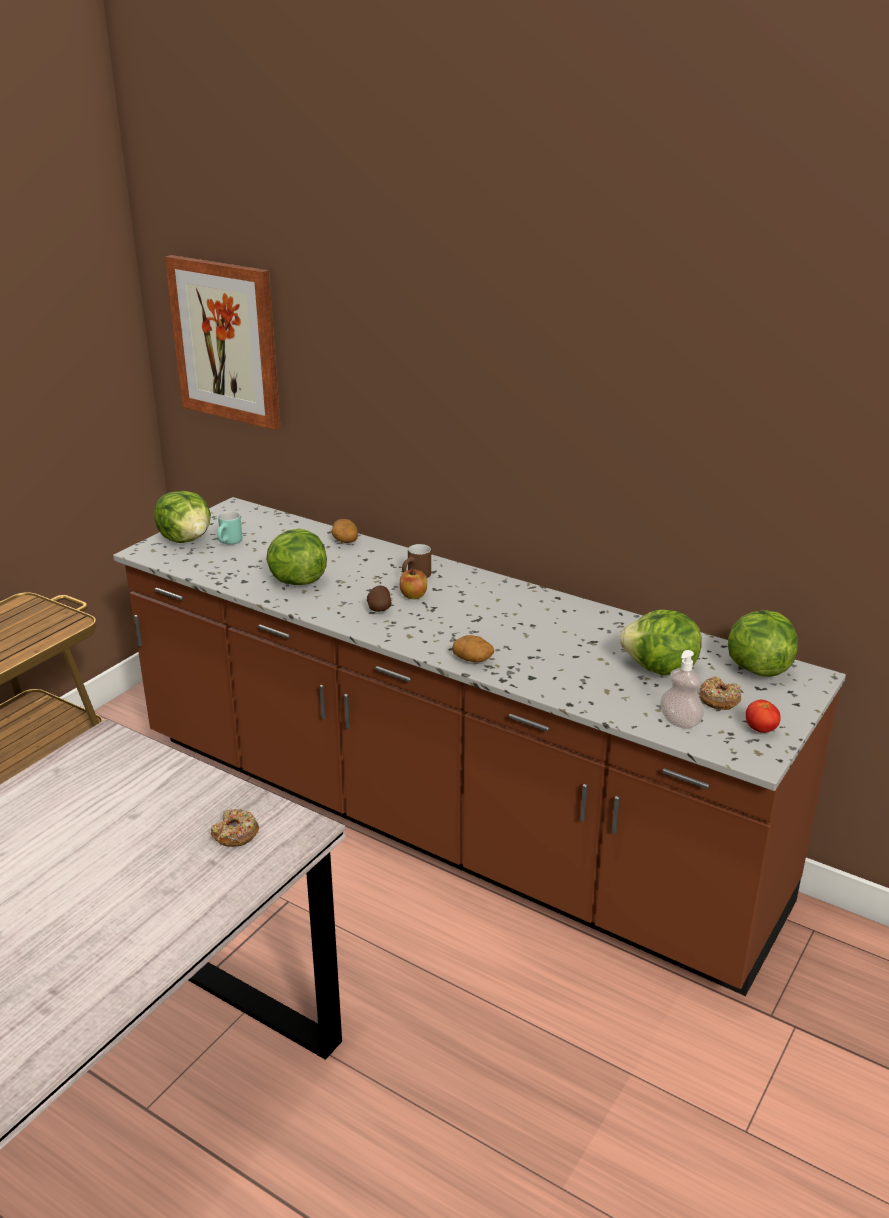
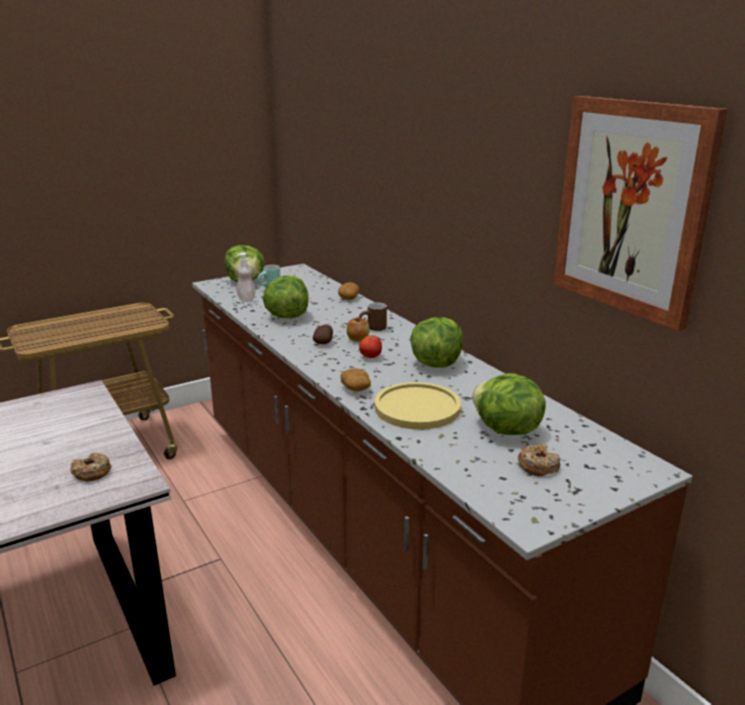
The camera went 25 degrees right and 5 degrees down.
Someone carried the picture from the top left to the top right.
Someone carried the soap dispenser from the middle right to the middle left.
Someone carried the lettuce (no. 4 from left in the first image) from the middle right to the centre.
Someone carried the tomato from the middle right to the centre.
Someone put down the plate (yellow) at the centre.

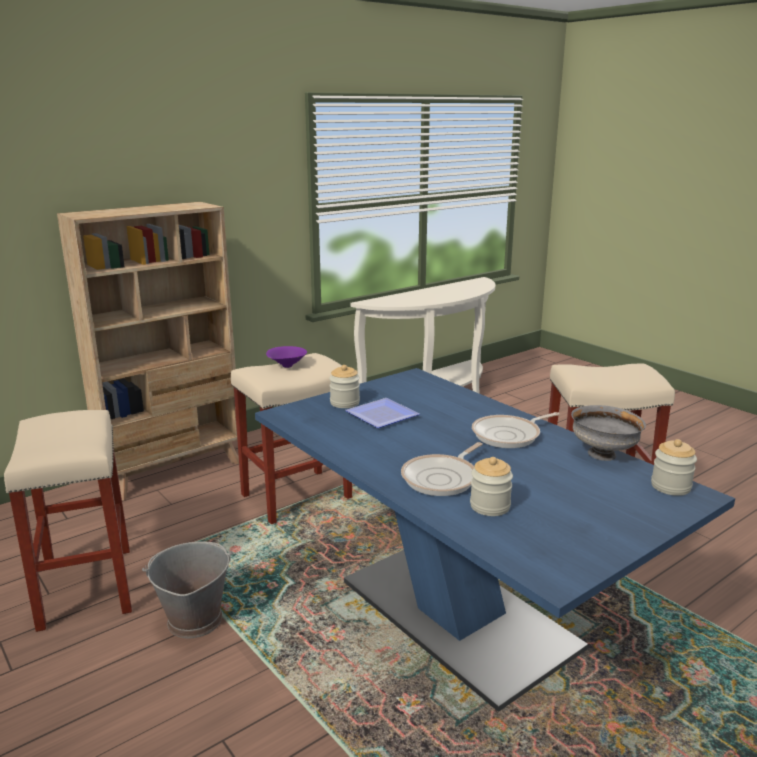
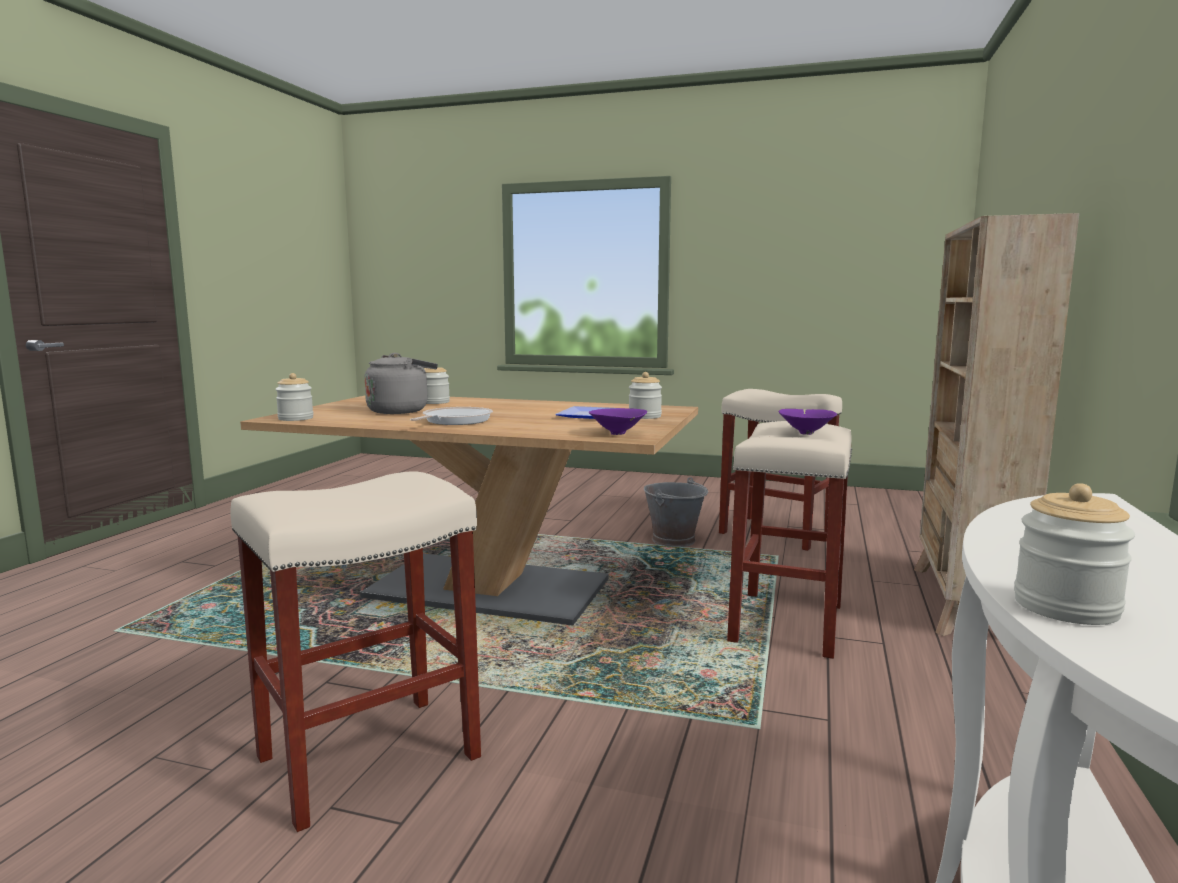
The camera went 145 degrees right and 10 degrees down.
Someone repainted the dining table (blue) at the bottom centre, which became the dining table (brown) at the centre.
Someone took away the frying pan (no. 1 from left) at the centre.
Someone took away the bowl (grey) at the middle right.
Someone put down the kettle (grey) at the centre.
Someone put down the bowl (purple) (no. 1 from left) at the centre.
Someone put down the jar (no. 4 from left) at the middle right.

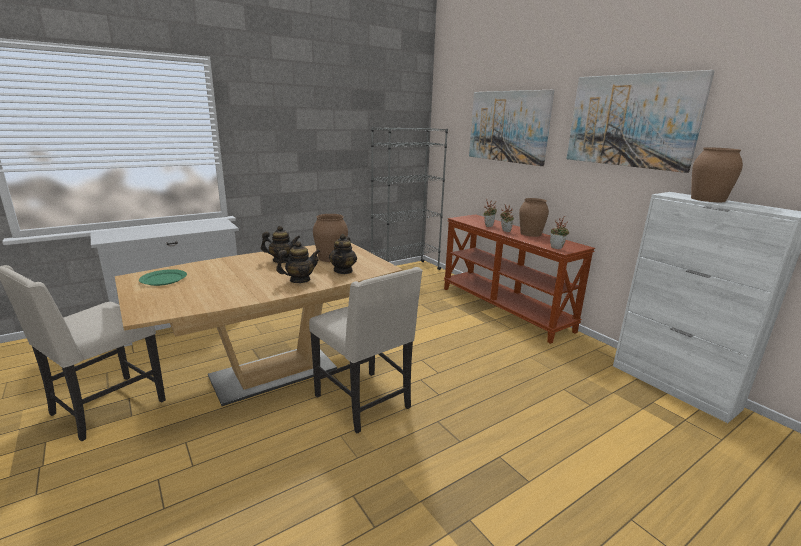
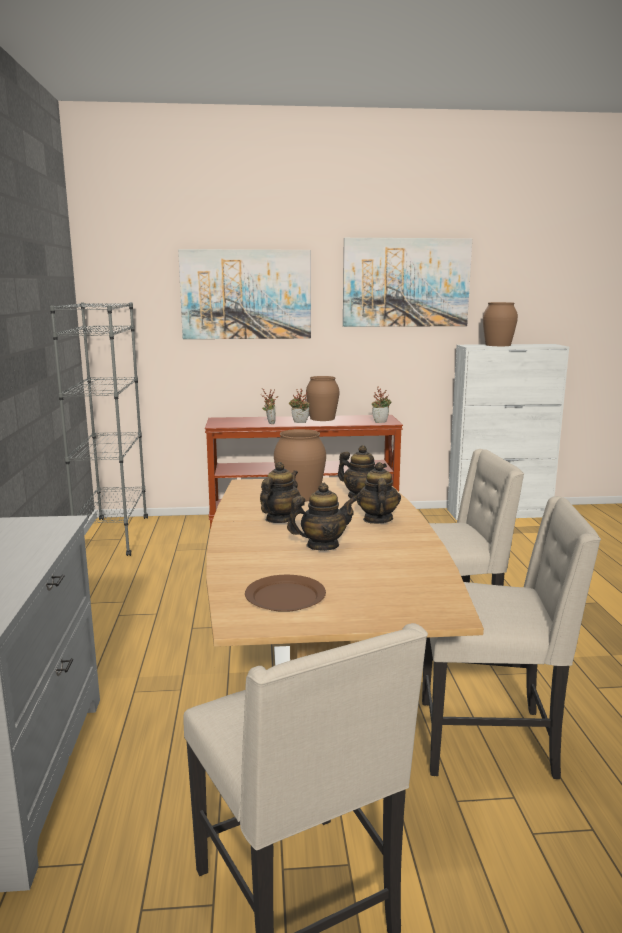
The camera went 60 degrees left and 5 degrees down.
Someone repainted the plate (green) at the middle left, which became the plate (brown) at the centre.
Someone put down the teapot (no. 2 from left) at the centre.
Someone put down the chair (beige) (no. 3 from left) at the bottom right.

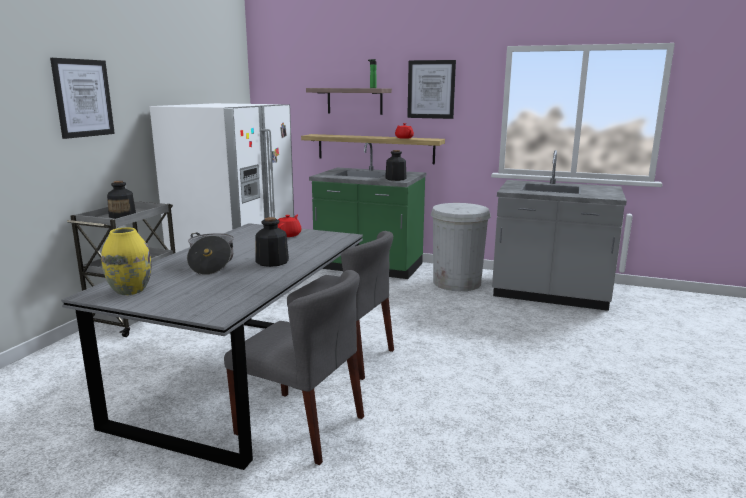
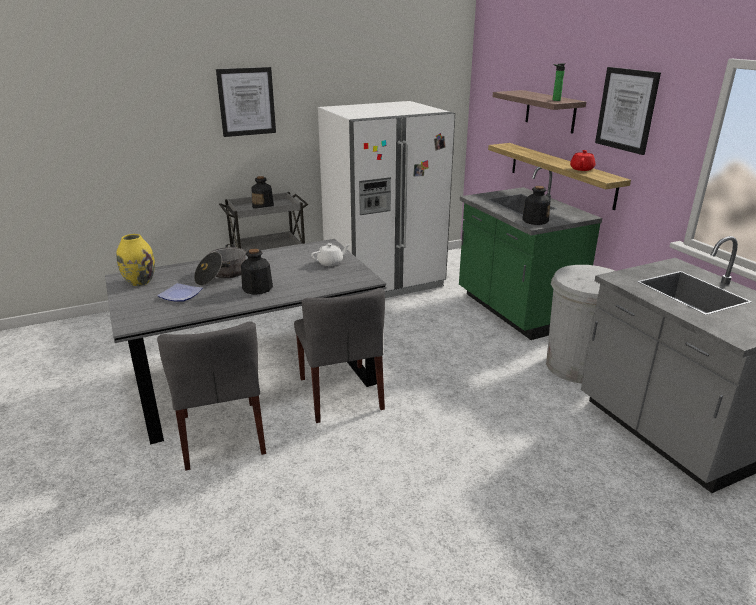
The camera went 45 degrees right and 10 degrees up.
Someone repainted the teapot (red) (no. 1 from left) at the centre, which became the teapot (white) at the centre.
Someone put down the plate at the middle left.

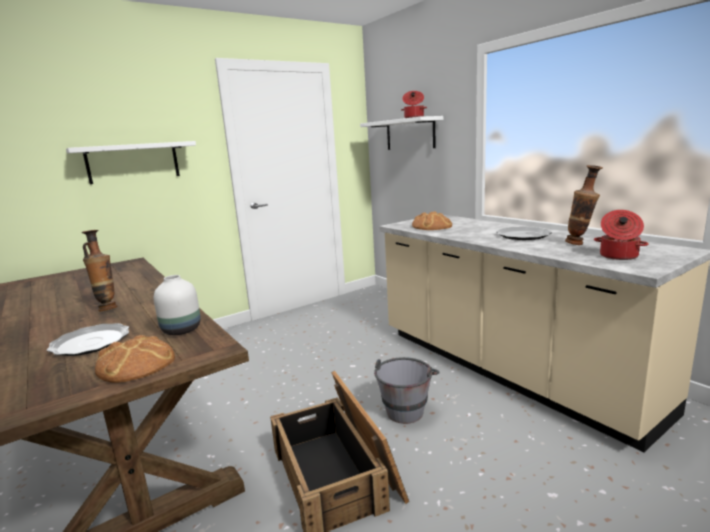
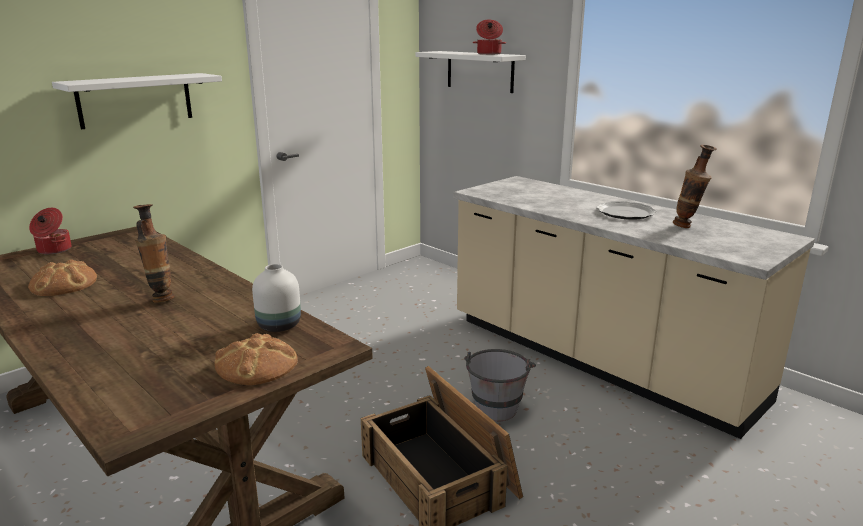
The camera went 10 degrees left and 5 degrees up.
Someone took away the plate (no. 1 from left) at the middle left.
Someone carried the bread (no. 2 from left in the first image) from the centre to the middle left.
Someone carried the cooking pot (no. 2 from left in the first image) from the middle right to the middle left.

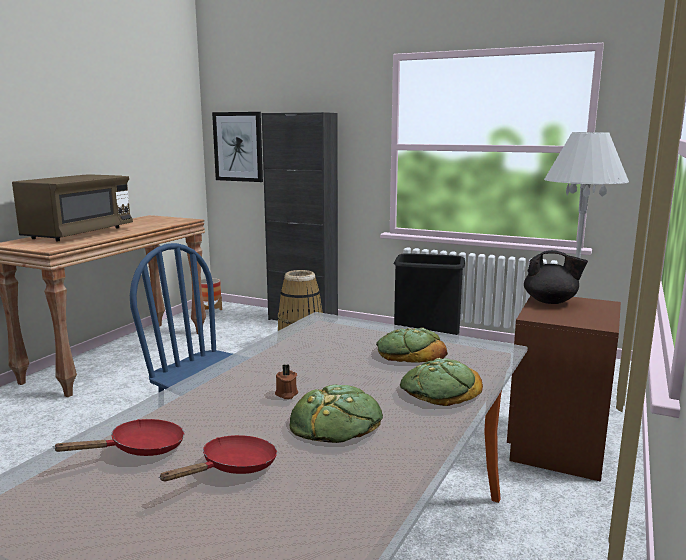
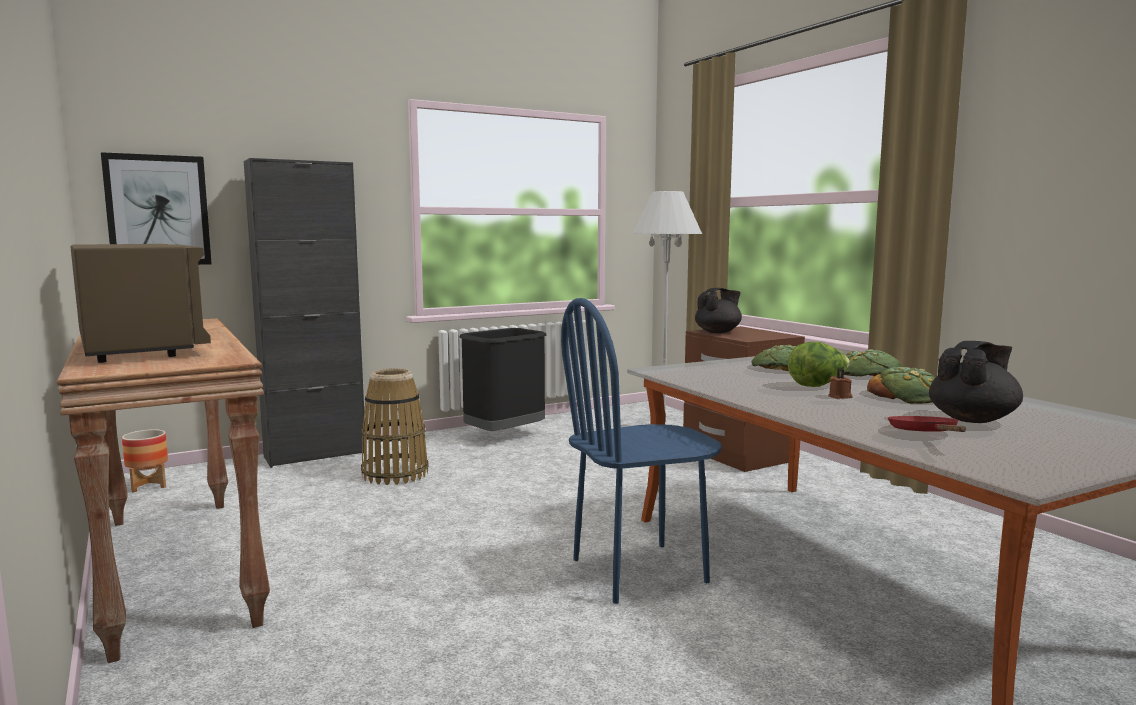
The camera went 55 degrees left and 5 degrees down.
Someone swapped the frying pan (red) (no. 2 from left) at the bottom left for the teapot (black) (no. 2 from left) at the middle right.
Someone put down the lettuce at the middle right.

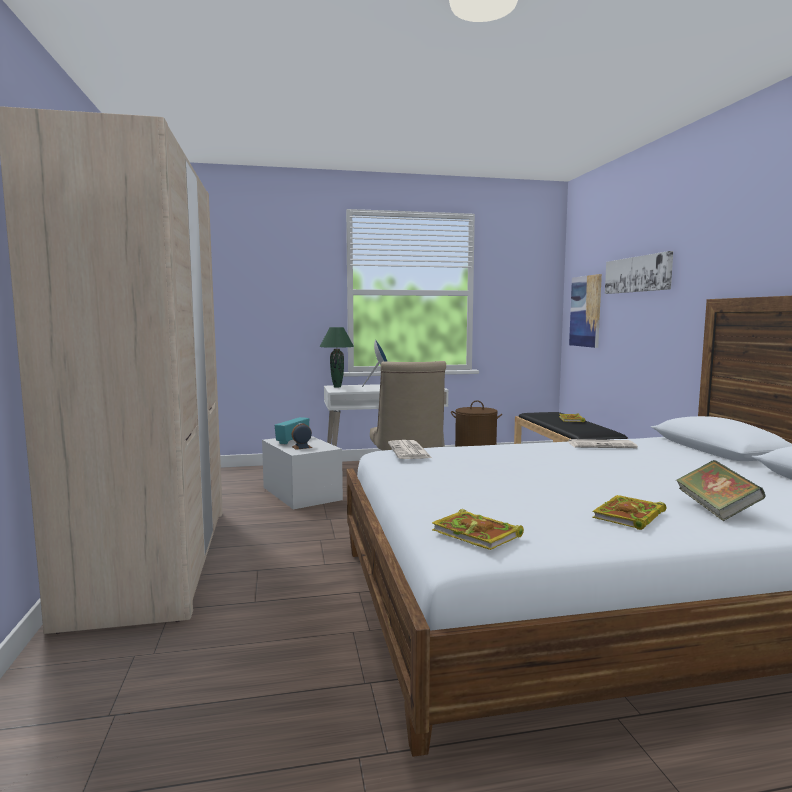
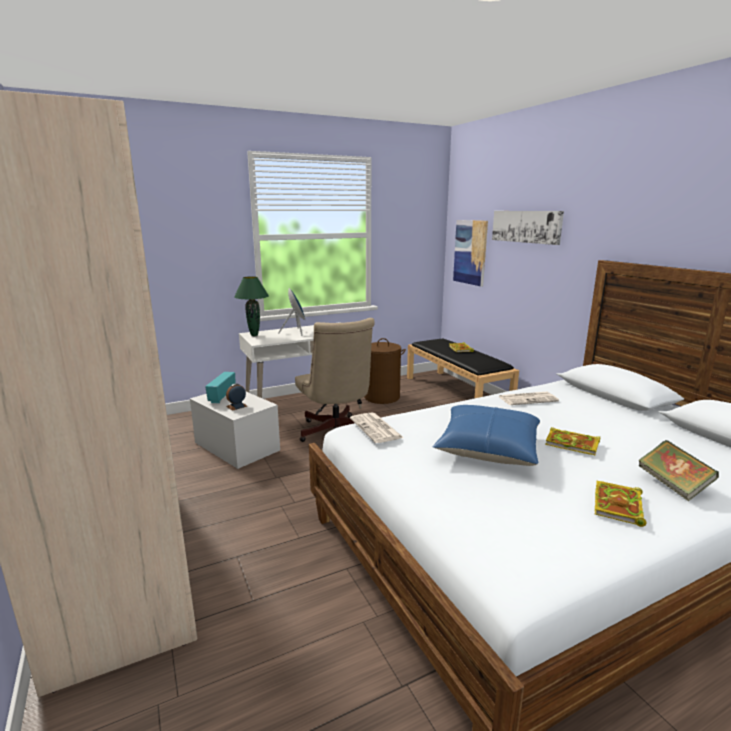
The camera went 15 degrees left and 10 degrees up.
Someone carried the book (no. 1 from left in the first image) from the bottom centre to the middle right.
Someone put down the pillow (blue) at the centre.

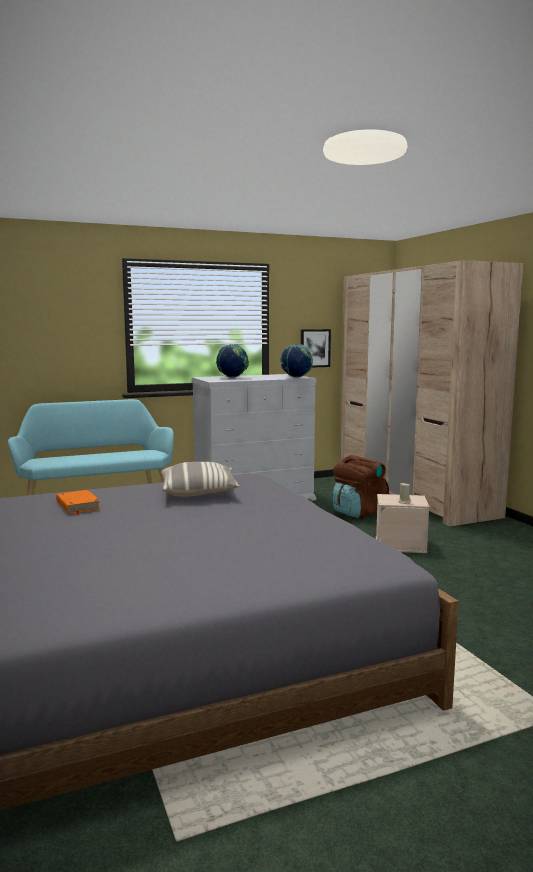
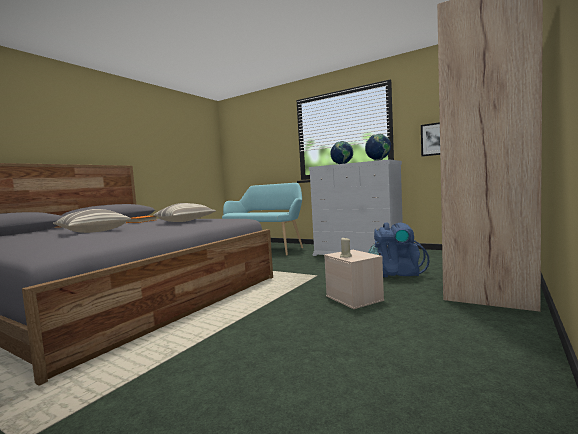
The camera went 55 degrees right and 5 degrees down.
Someone repainted the backpack (brown) at the middle right, which became the backpack (blue) at the middle right.
Someone put down the pillow (no. 1 from left) at the middle left.

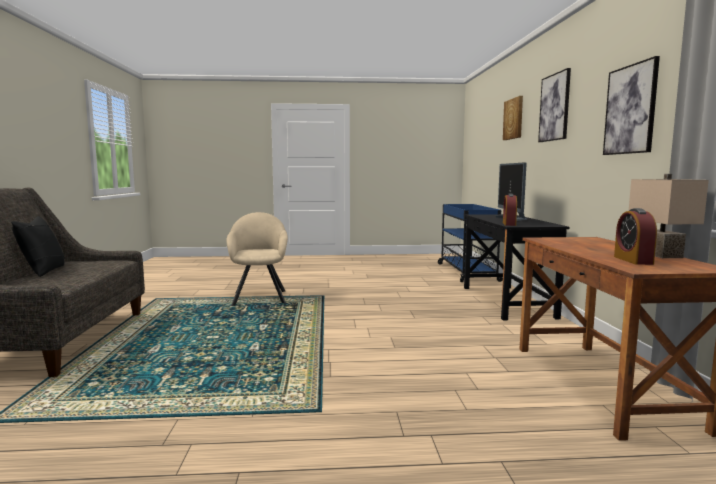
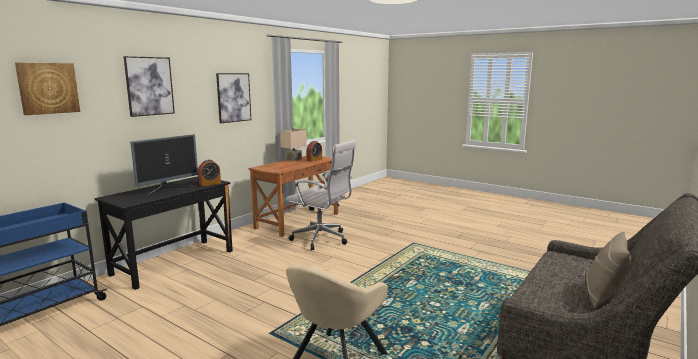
The camera went 140 degrees left and 5 degrees up.
Someone repainted the pillow (black) at the middle left, which became the pillow (beige) at the bottom right.
Someone put down the office chair (white) at the centre.

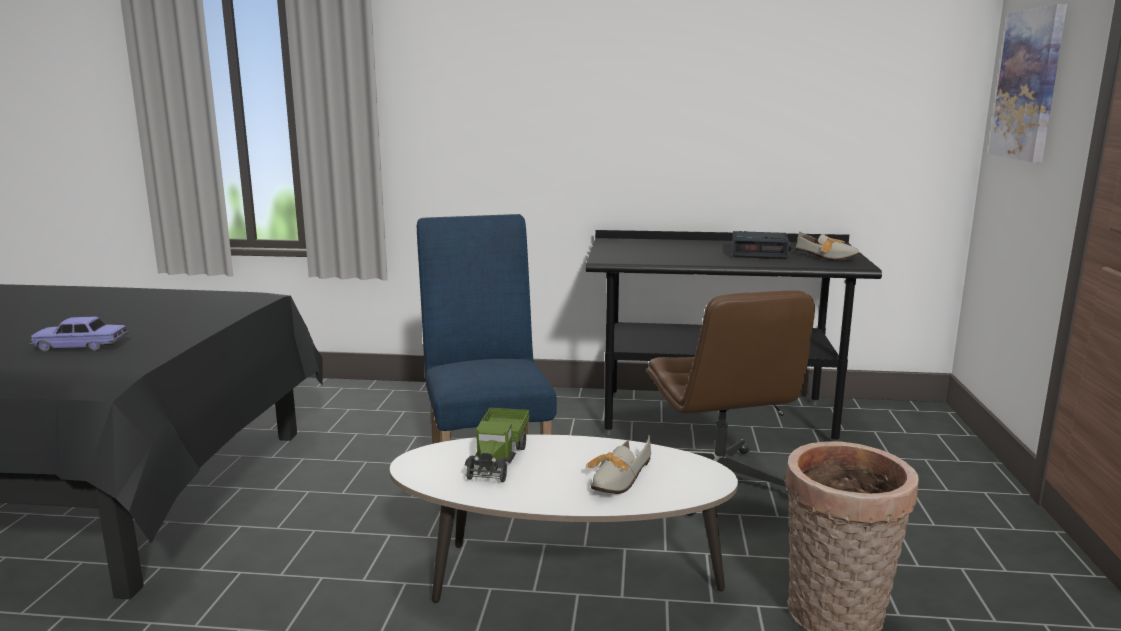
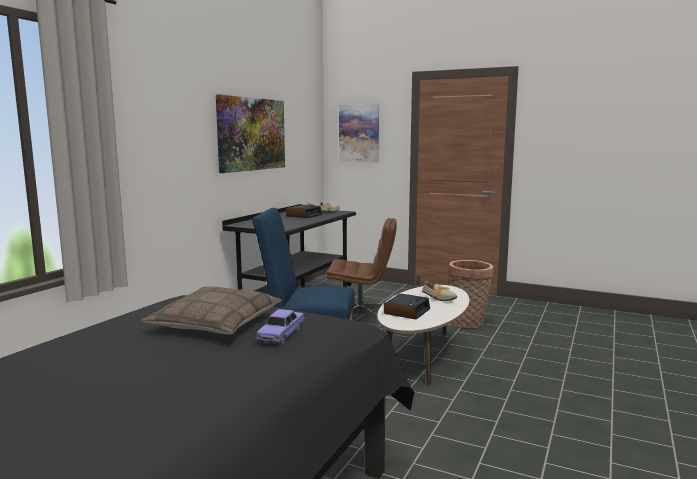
The camera went 70 degrees left and 5 degrees down.
Someone swapped the toy truck at the bottom centre for the alarm clock (no. 2 from left) at the centre.
Someone put down the pillow at the middle left.
Someone put up the picture (no. 1 from left) at the top centre.

